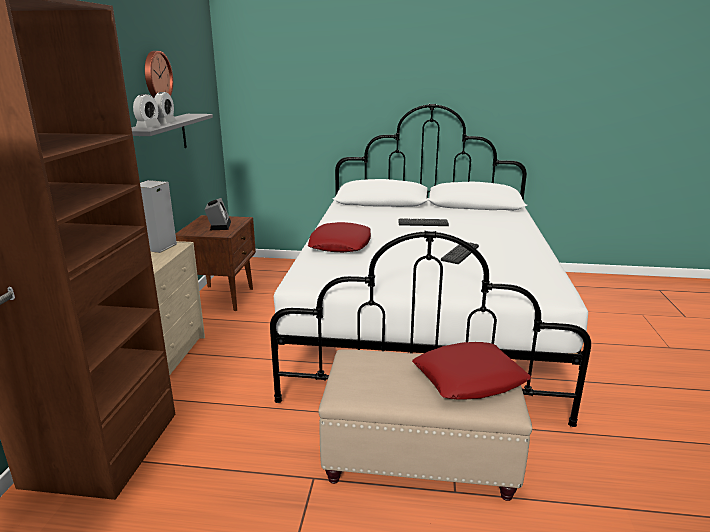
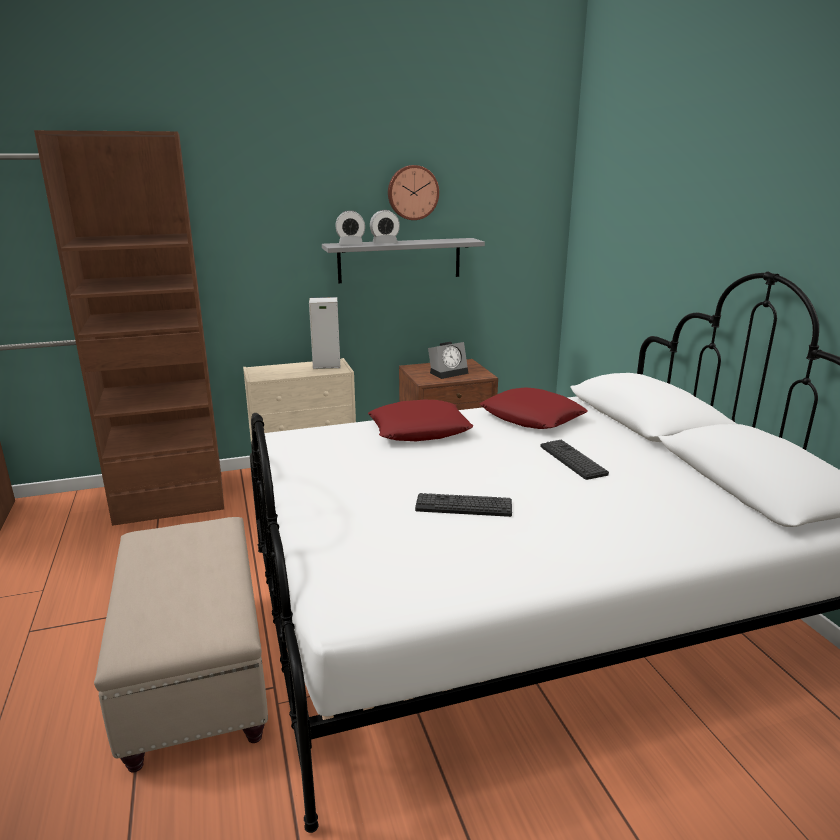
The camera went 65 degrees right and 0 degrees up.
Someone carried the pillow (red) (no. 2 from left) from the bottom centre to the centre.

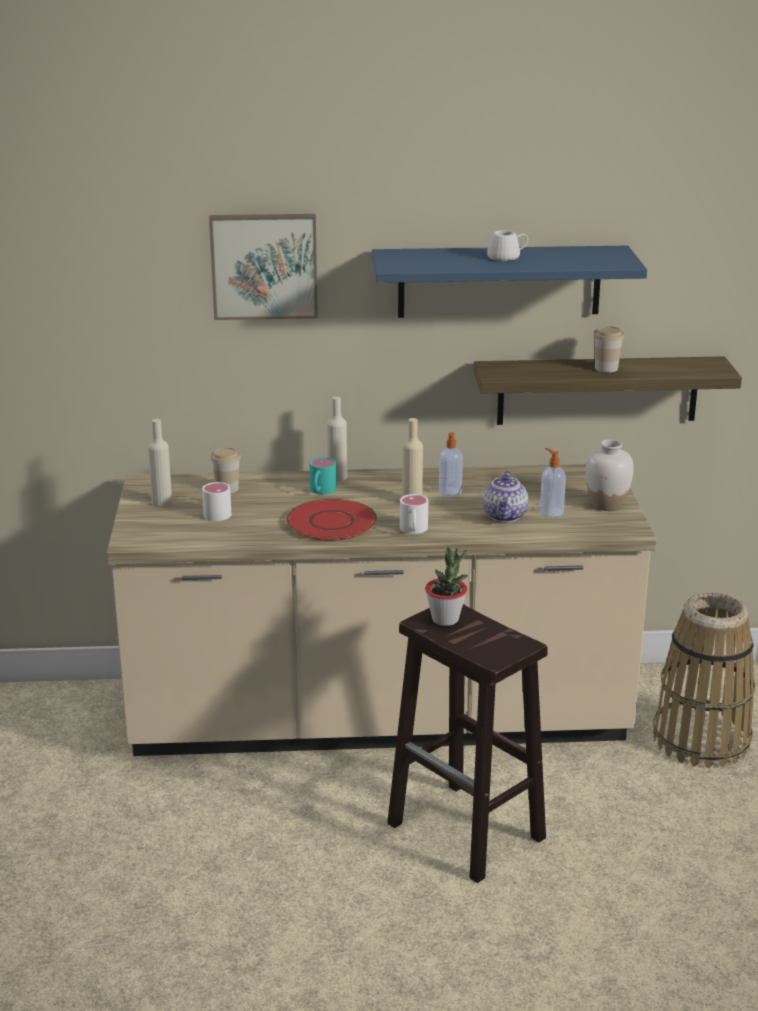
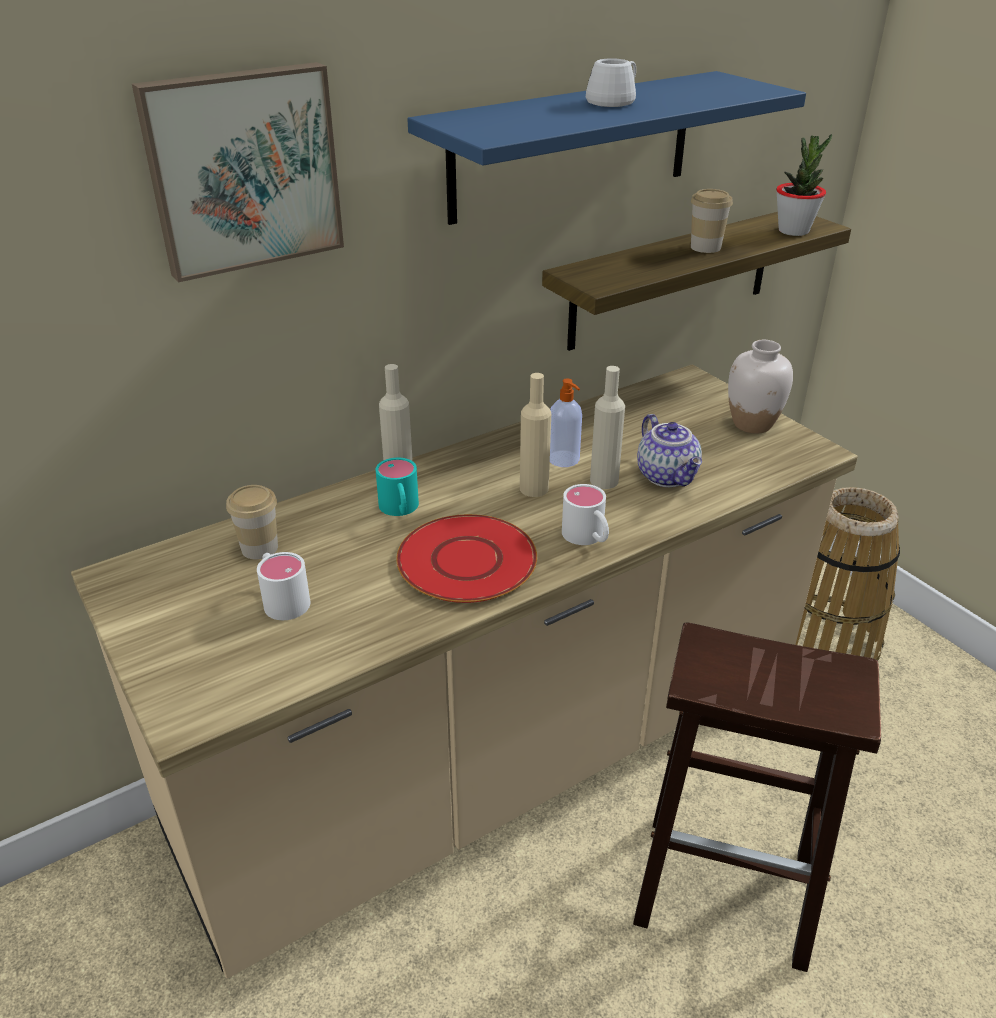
The camera went 30 degrees left and 10 degrees up.
Someone carried the bottle (beige) (no. 1 from left in the first image) from the middle left to the centre.
Someone carried the potted plant from the centre to the top right.
Someone took away the soap dispenser (no. 2 from left) at the middle right.

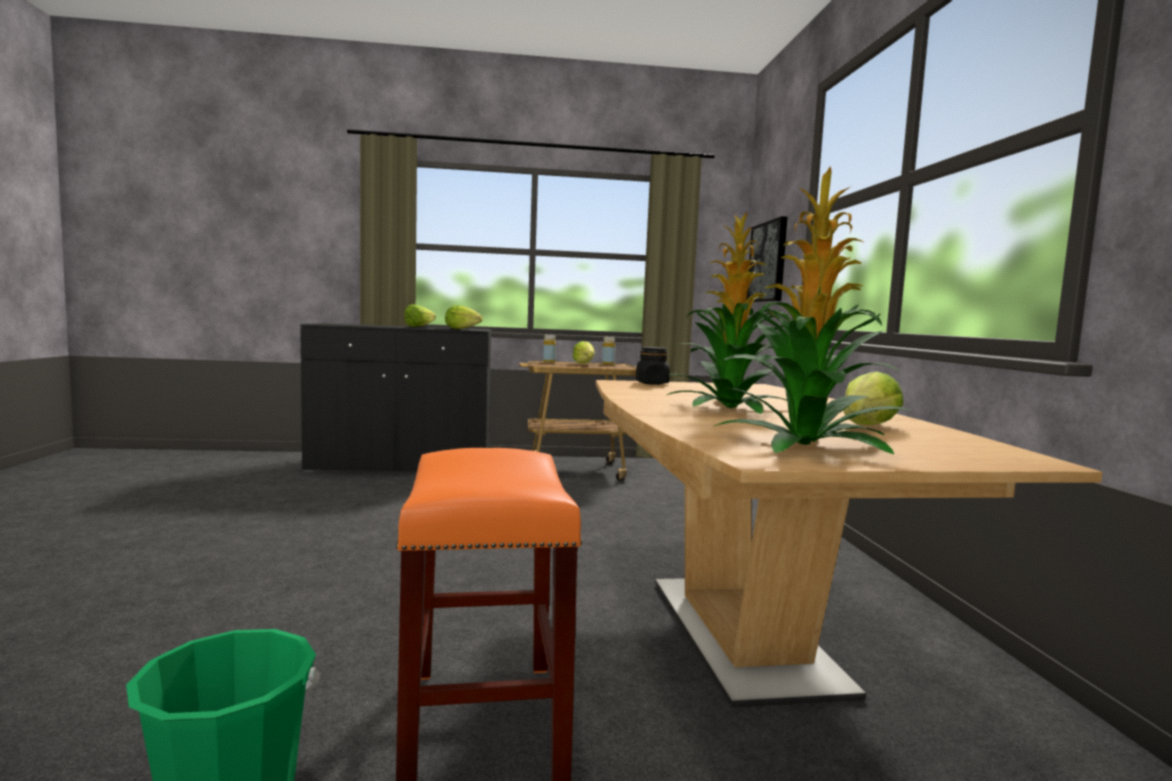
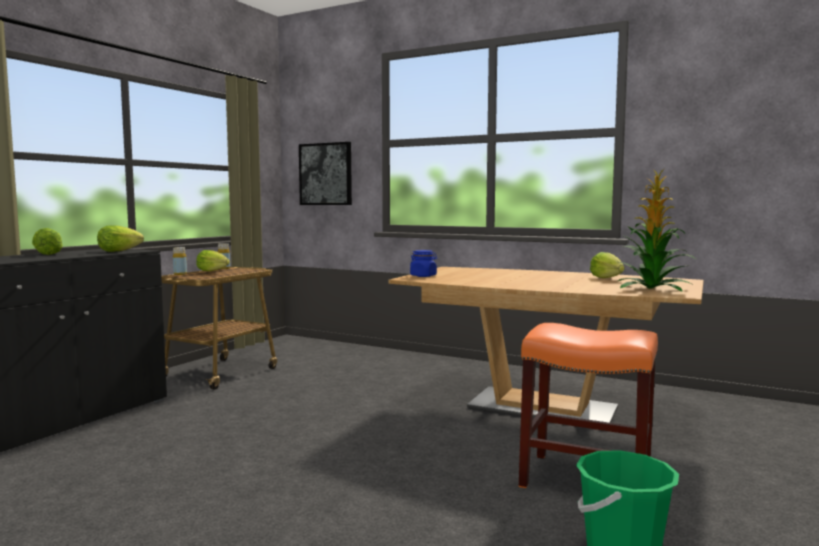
The camera went 55 degrees left and 0 degrees up.
Someone repainted the jar (black) at the centre, which became the jar (blue) at the centre.
Someone took away the potted plant (no. 1 from left) at the centre.

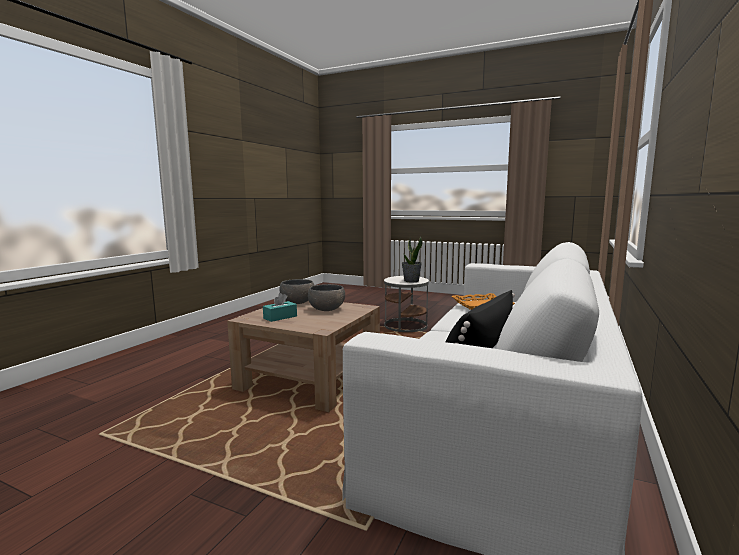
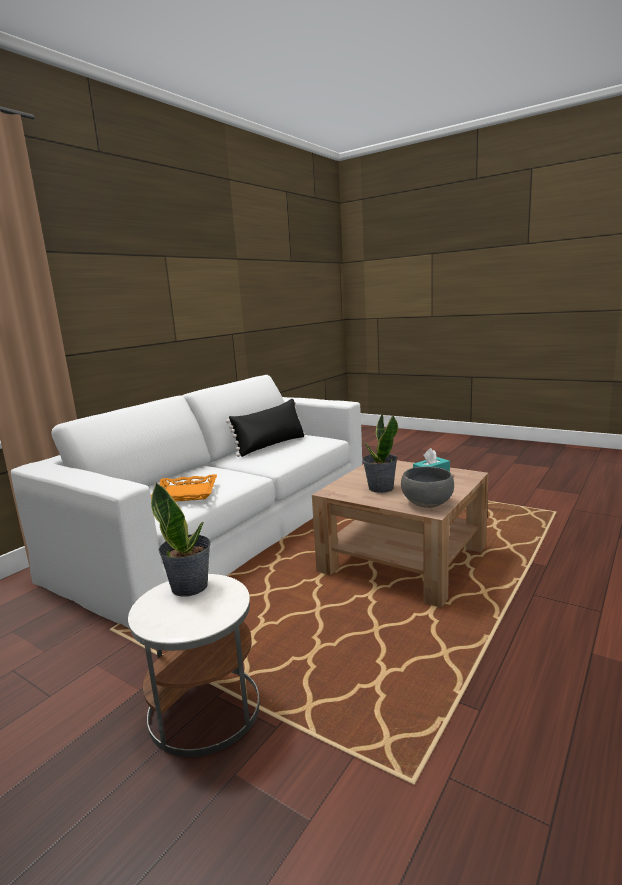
The camera went 170 degrees left and 5 degrees up.
Someone swapped the bowl (grey) (no. 2 from left) at the centre for the potted plant (no. 2 from left) at the centre.

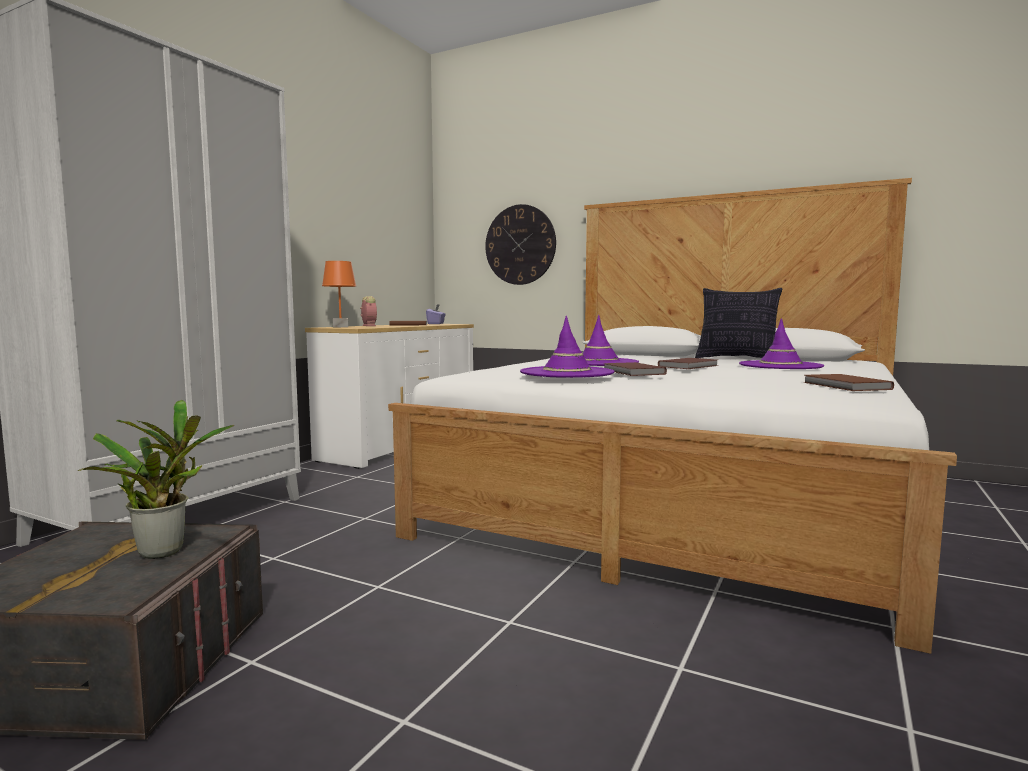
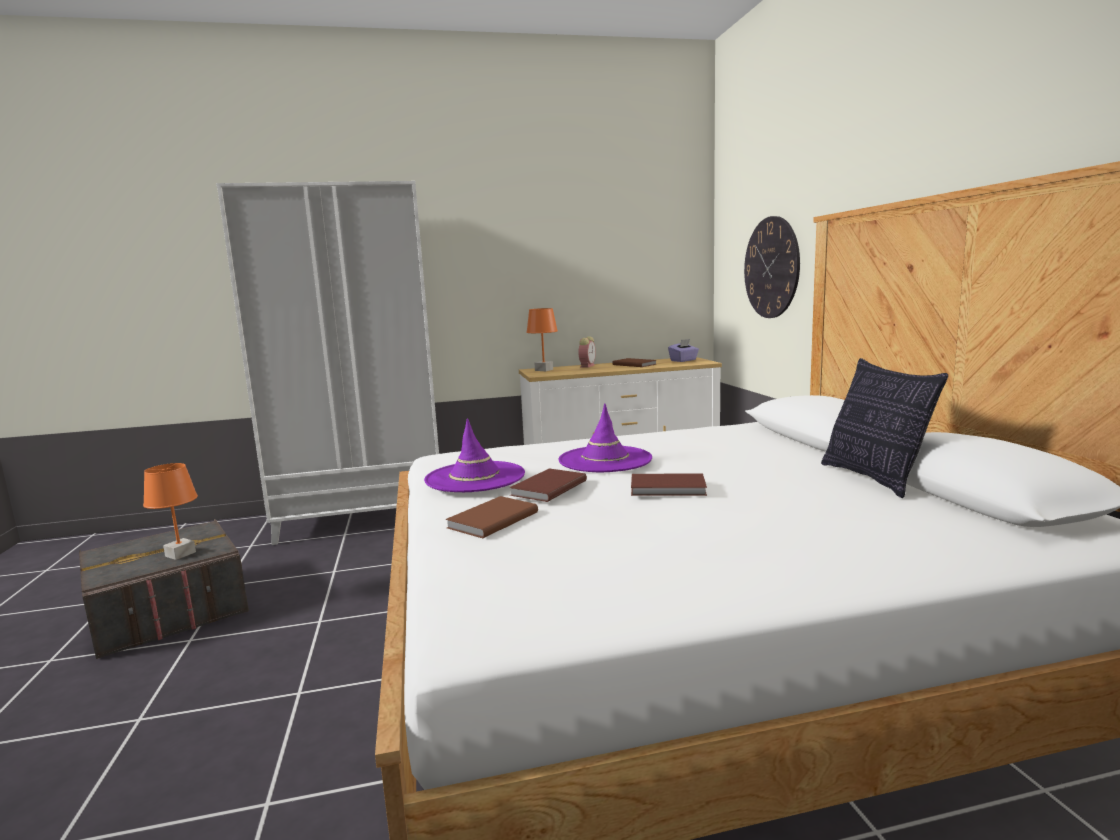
The camera went 50 degrees right and 5 degrees up.
Someone swapped the potted plant at the middle left for the table lamp (orange) (no. 1 from left) at the middle left.
Someone took away the hat (purple) (no. 3 from left) at the middle right.
Someone carried the book (brown) (no. 4 from left in the first image) from the middle right to the centre.

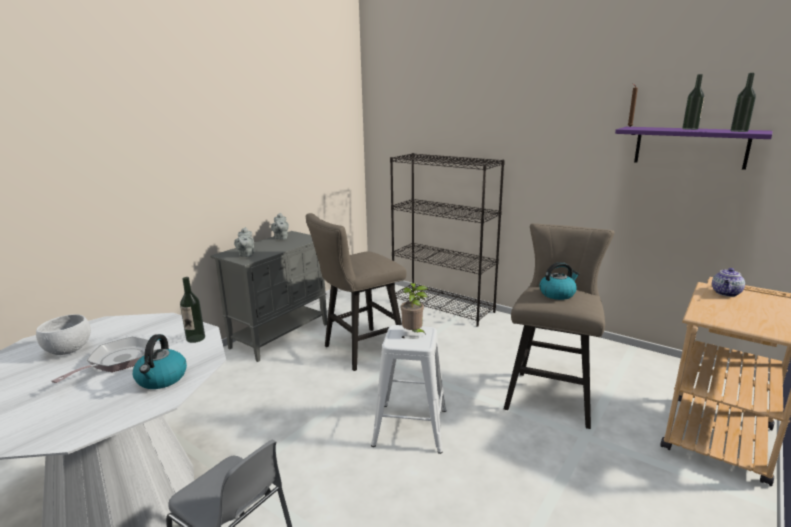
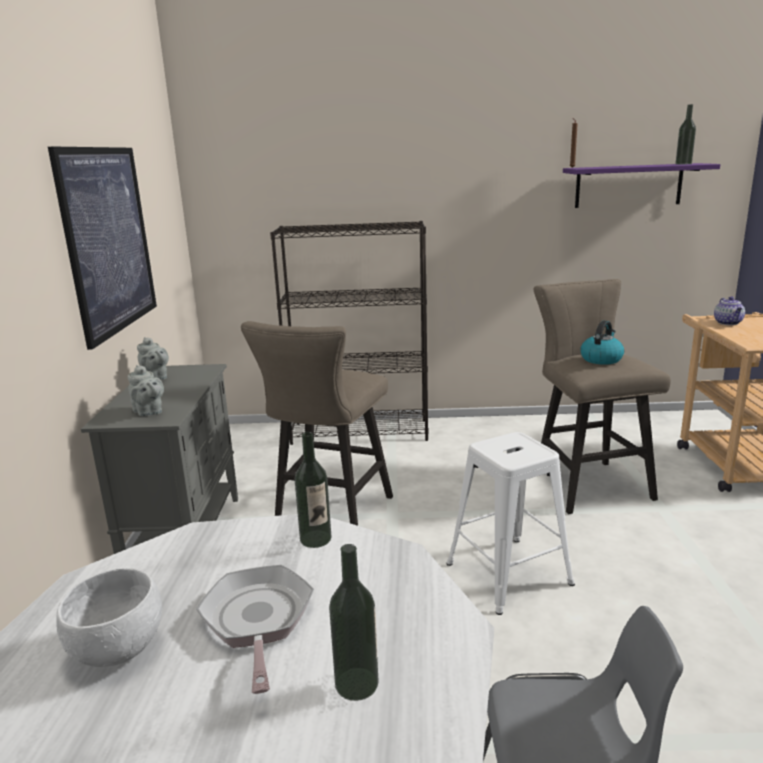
The camera went 35 degrees left and 0 degrees up.
Someone took away the kettle (no. 1 from left) at the bottom left.
Someone took away the potted plant at the centre.
Someone carried the bottle (no. 2 from left) from the top right to the bottom centre.
Someone put up the picture at the top left.

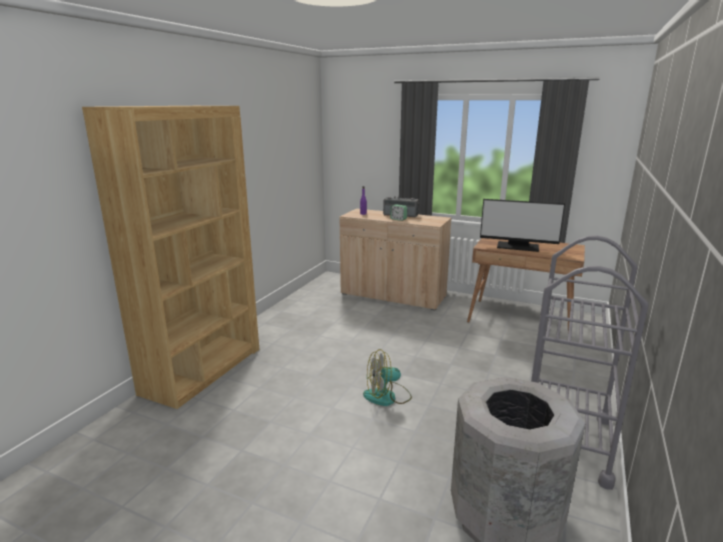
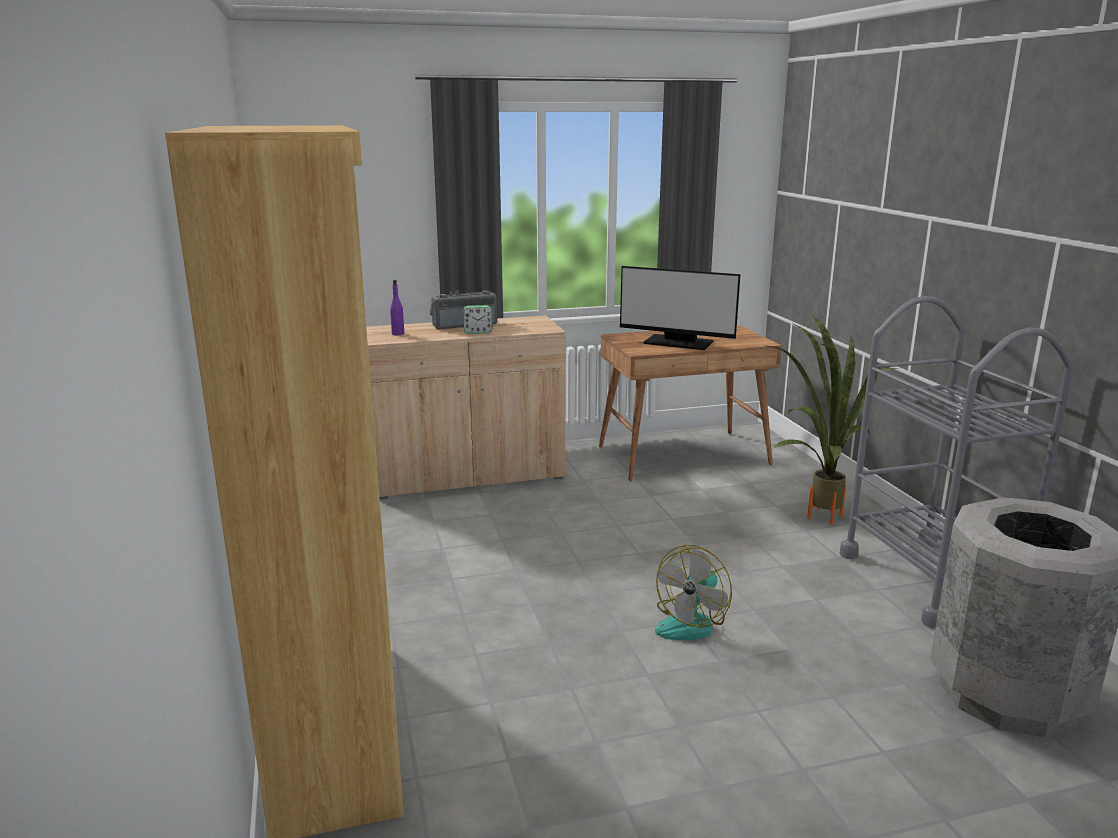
The camera went 40 degrees left and 0 degrees up.
Someone rotated the monitor at the middle right by 45 degrees clockwise.
Someone put down the potted plant at the middle right.

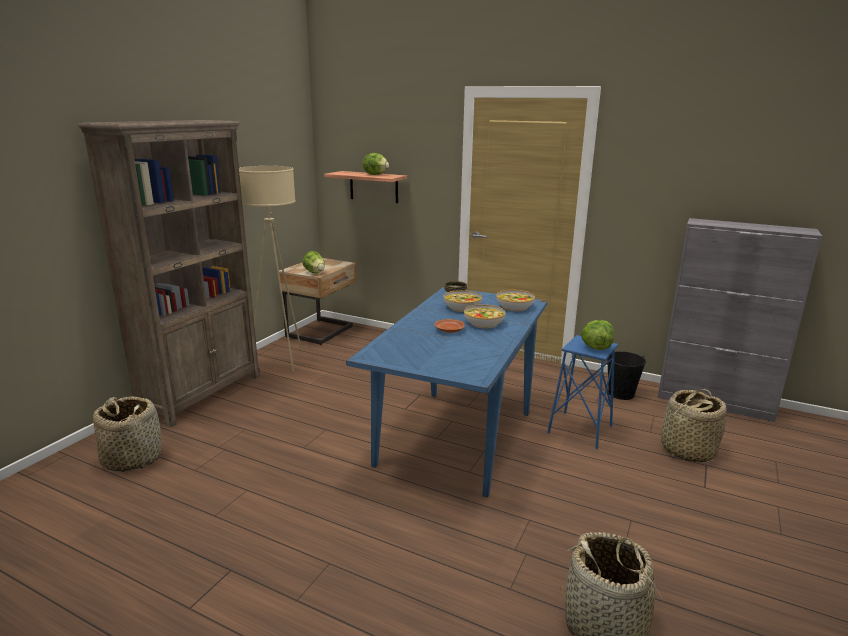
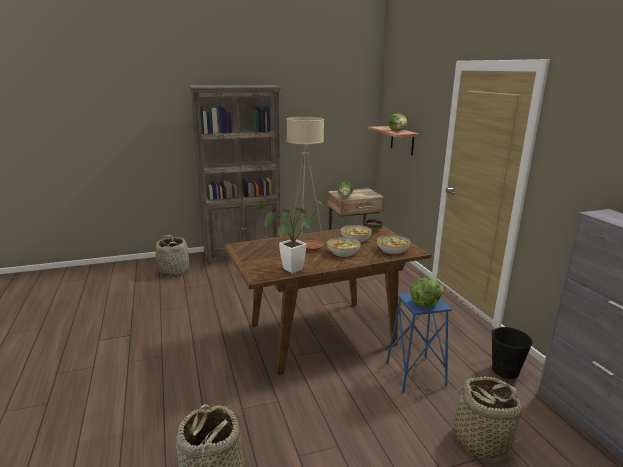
The camera went 45 degrees right and 0 degrees up.
Someone repainted the dining table (blue) at the centre, which became the dining table (brown) at the centre.
Someone put down the potted plant at the centre.

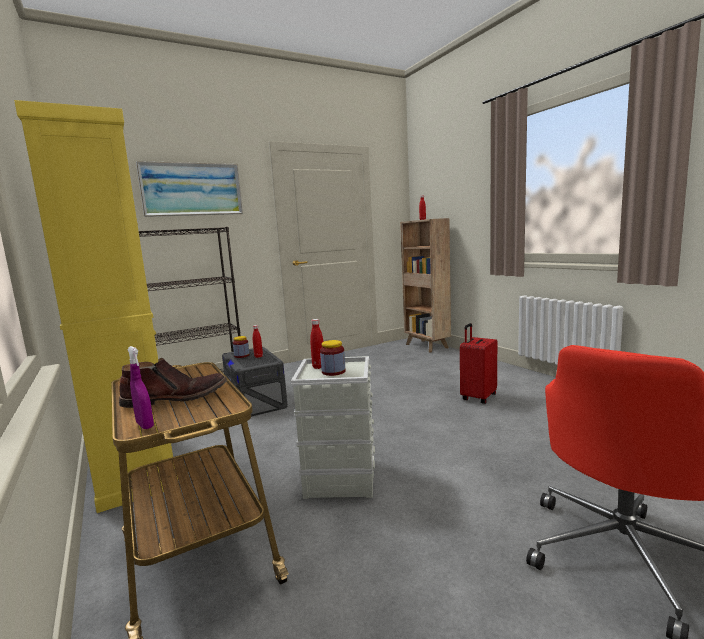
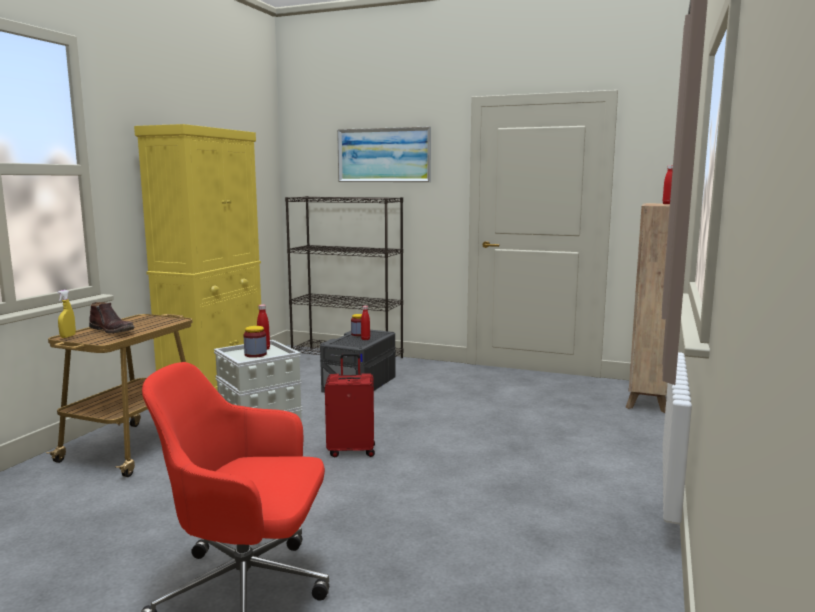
The camera went 50 degrees right and 0 degrees up.
Someone repainted the spray bottle (purple) at the middle left, which became the spray bottle (yellow) at the middle left.
Someone carried the suitcase (red) from the middle right to the centre.

